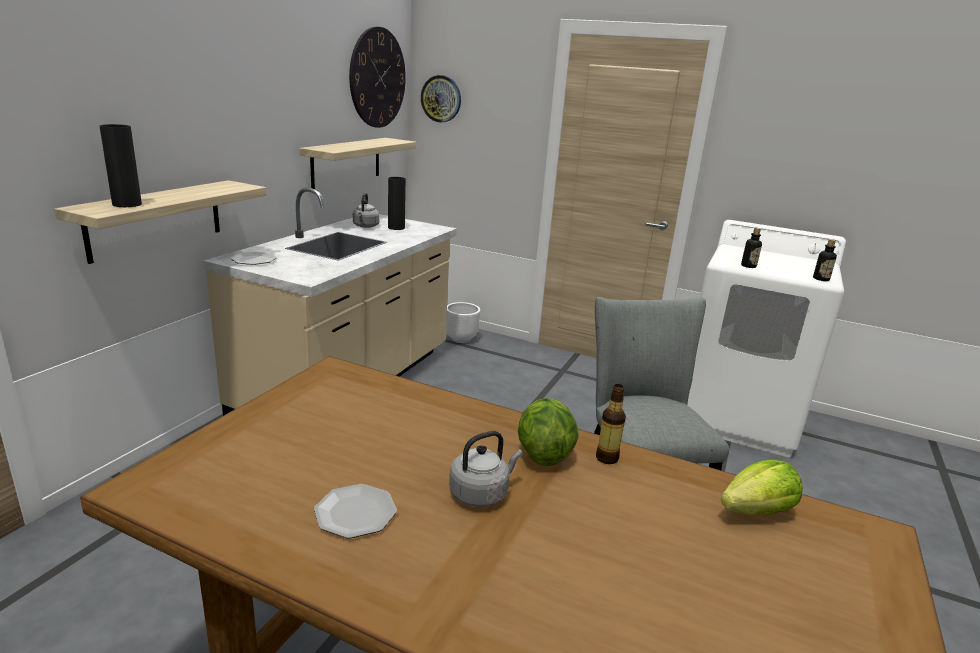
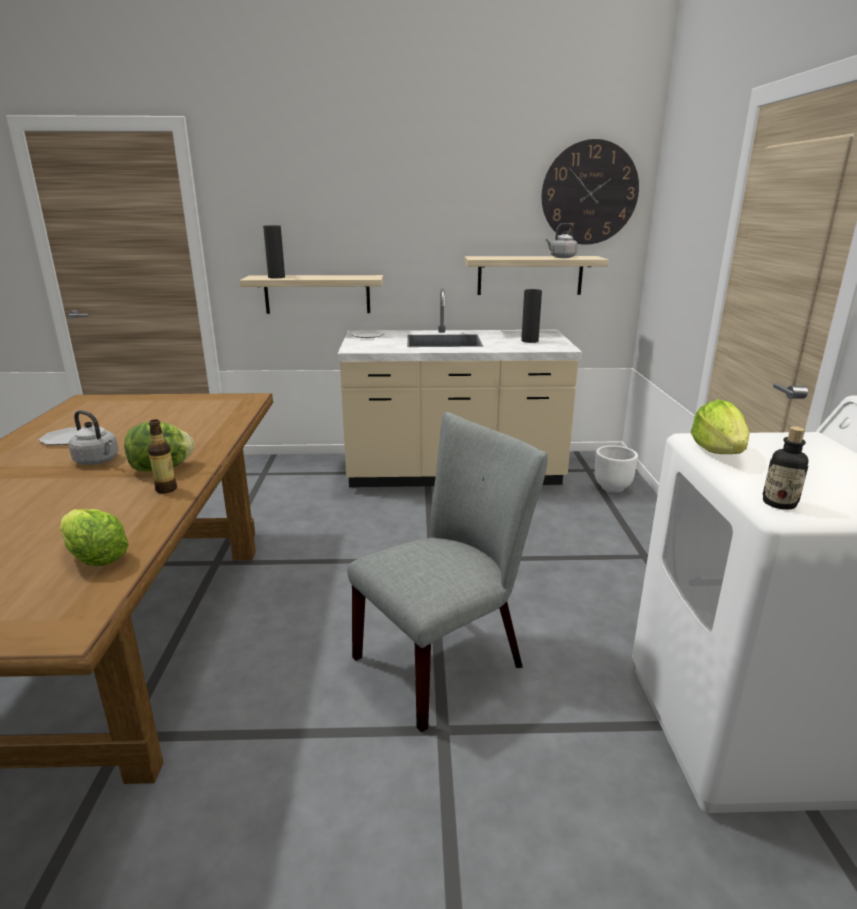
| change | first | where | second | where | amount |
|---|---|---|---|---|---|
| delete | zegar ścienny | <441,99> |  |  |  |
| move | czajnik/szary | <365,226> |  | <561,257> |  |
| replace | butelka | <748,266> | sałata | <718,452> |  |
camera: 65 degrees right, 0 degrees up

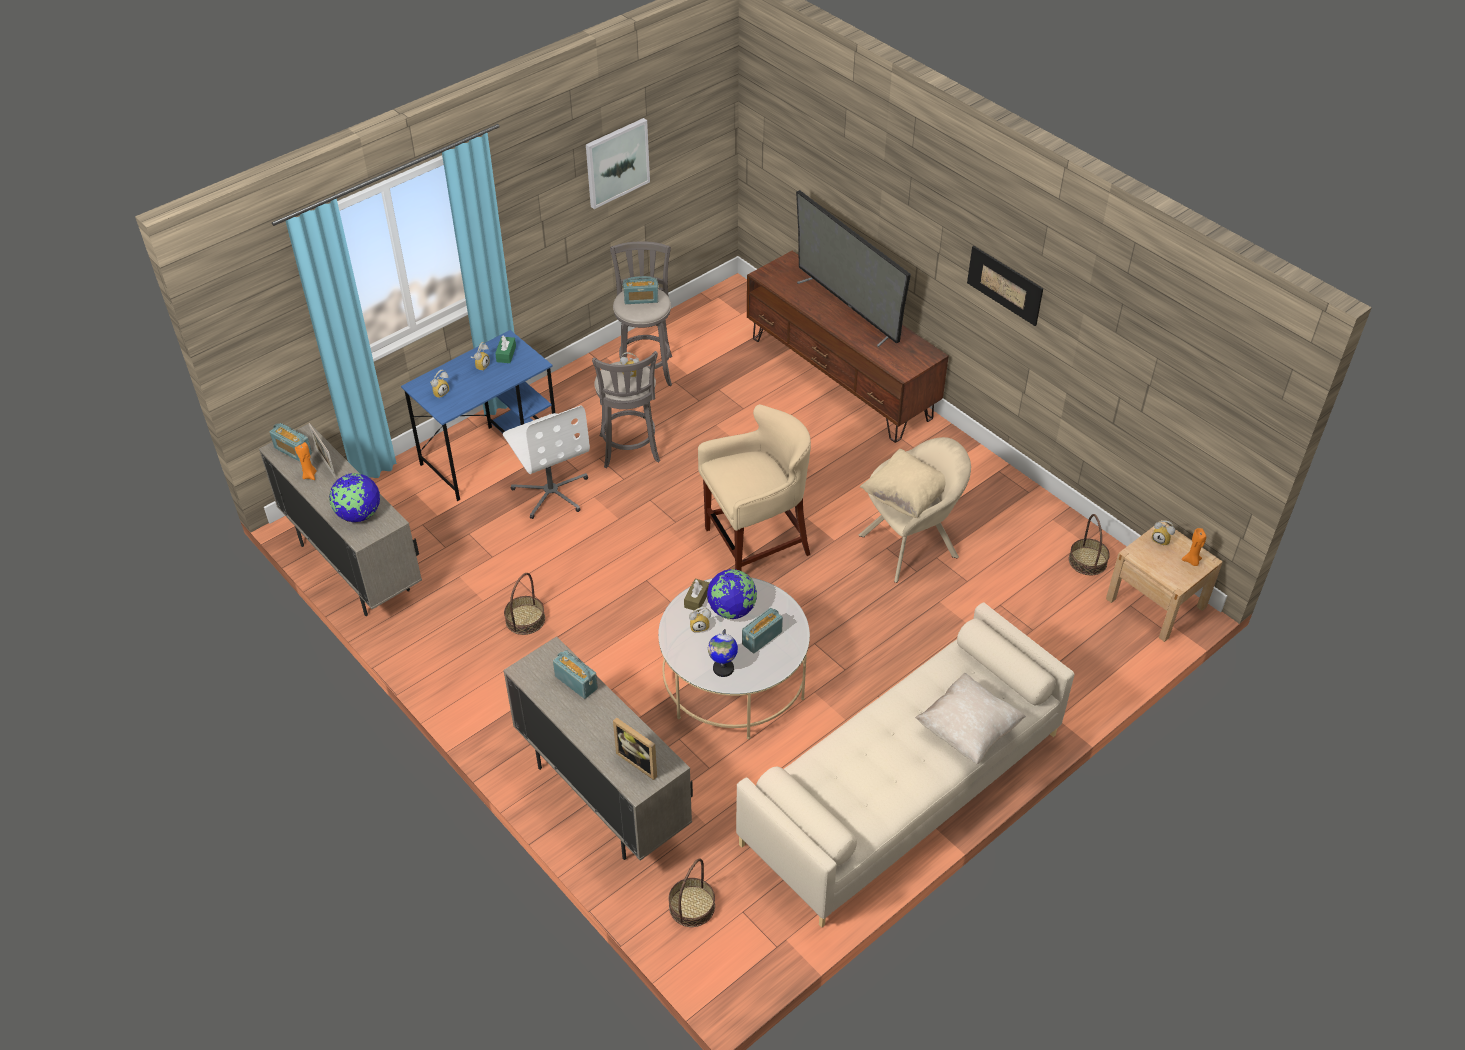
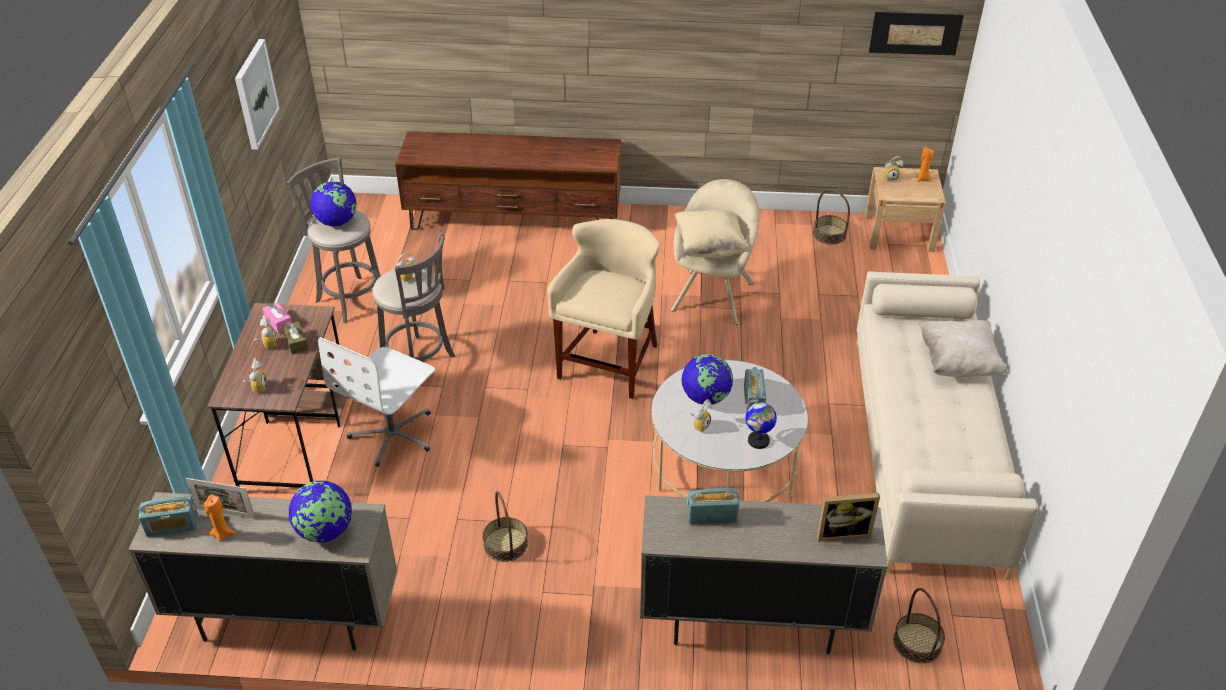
| change | first | where | second | where | amount |
|---|---|---|---|---|---|
| delete | telewizor | <847,308> |  |  |  |
| move | pudełko chusteczek/brązowy | <697,599> |  | <296,342> |  |
| move | obraz | <1004,285> |  | <915,33> |  |
| replace | radio | <641,299> | globus | <337,222> |  |
| recolor | biurko/niebieski | <491,453> | biurko/brązowy | <296,441> |  |
| recolor | pudełko chusteczek/zielony | <506,354> | pudełko chusteczek/różowy | <279,322> |  |
| rotate | krzesło biurowe/biały | <551,492> |  | <393,434> | 105 degrees clockwise |
camera: 45 degrees left, 5 degrees down

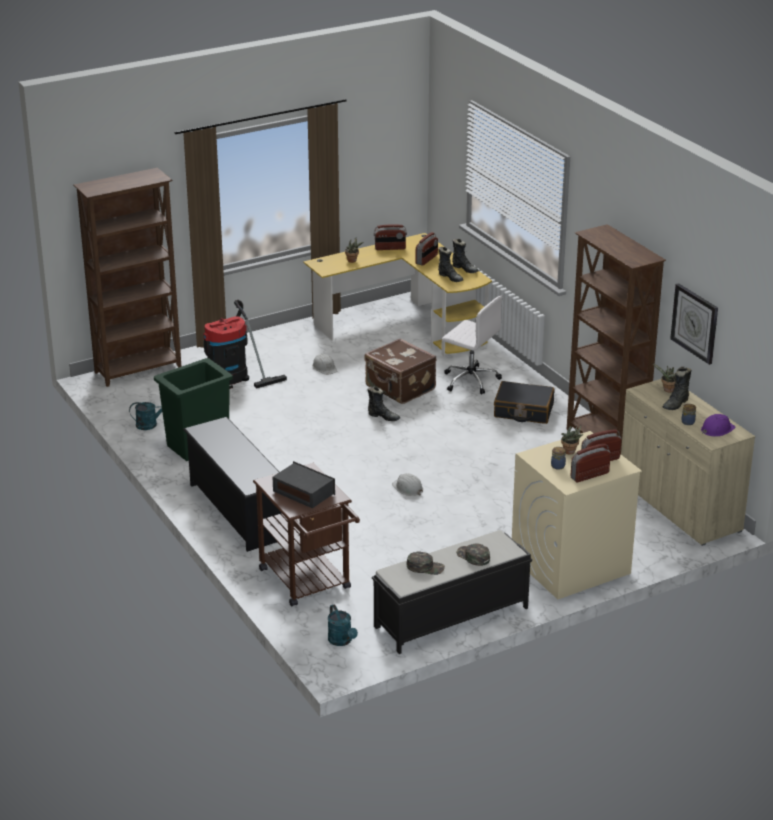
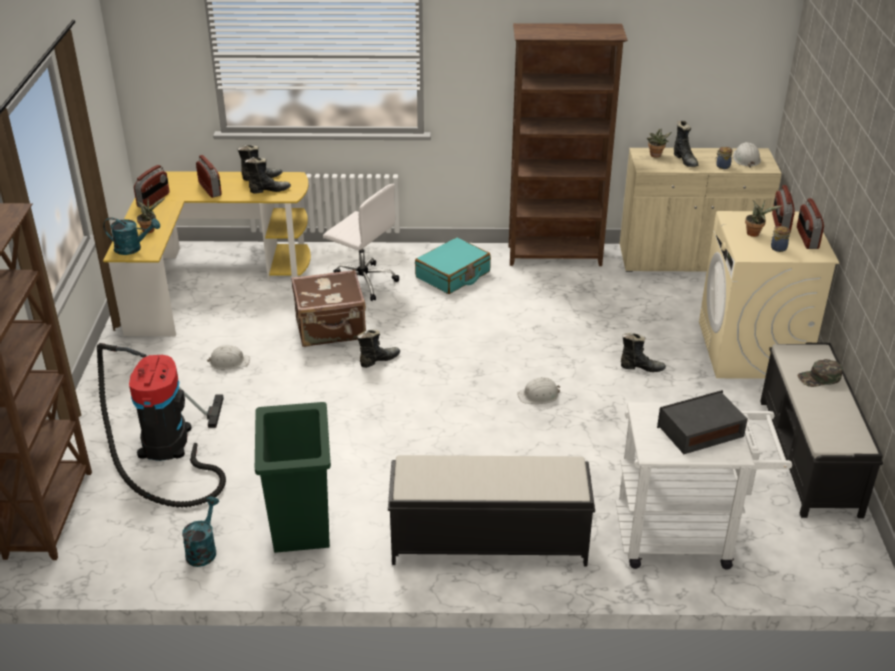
| change | first | where | second | where | amount |
|---|---|---|---|---|---|
| delete | czapka z daszkiem/zielony | <425,567> |  |  |  |
| delete | zegar ścienny | <695,323> |  |  |  |
| insert |  |  | but z cholewką/czarny | <641,367> |  |
| move | konewka/turkusowy | <342,641> |  | <133,248> |  |
| replace | regał na buty/czarny | <238,511> | ławka/czarny | <487,541> |  |
| recolor | wózek/brązowy | <309,583> | wózek/biały | <685,537> |  |
| recolor | walizka/czarny | <523,411> | walizka/turkusowy | <453,275> |  |
| recolor | kask/fioletowy | <717,429> | kask/biały | <746,159> |  |
| rotate | krzesło biurowe/biały | <470,380> |  | <362,282> | 60 degrees clockwise |
camera: 60 degrees left, 5 degrees up

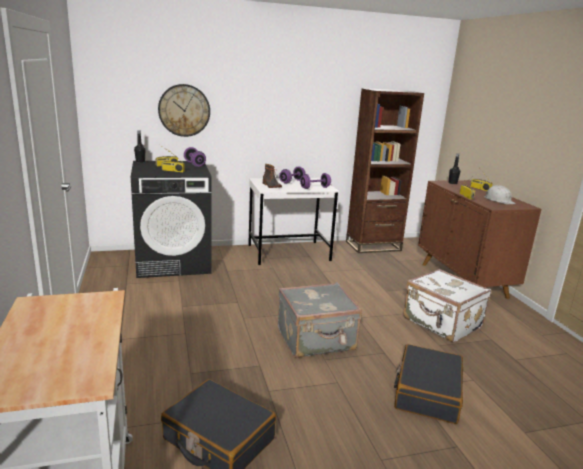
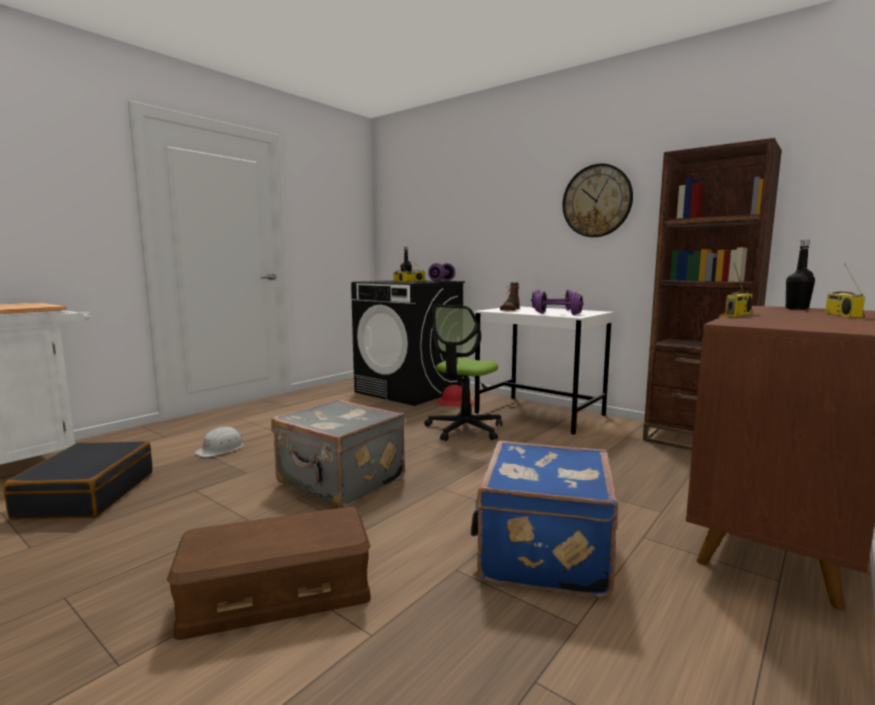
| change | first | where | second | where | amount |
|---|---|---|---|---|---|
| insert |  |  | krzesło biurowe | <464,429> |  |
| insert |  |  | kask/czerwony | <454,403> |  |
| move | zegar ścienny | <184,110> |  | <597,201> |  |
| move | kask/biały | <499,200> |  | <221,449> |  |
| replace | walizka/czarny | <427,392> | pojemnik do przechowywania/brązowy | <277,593> |  |
| recolor | walizka/biały | <441,323> | walizka/niebieski | <541,553> |  |
camera: 55 degrees right, 10 degrees down

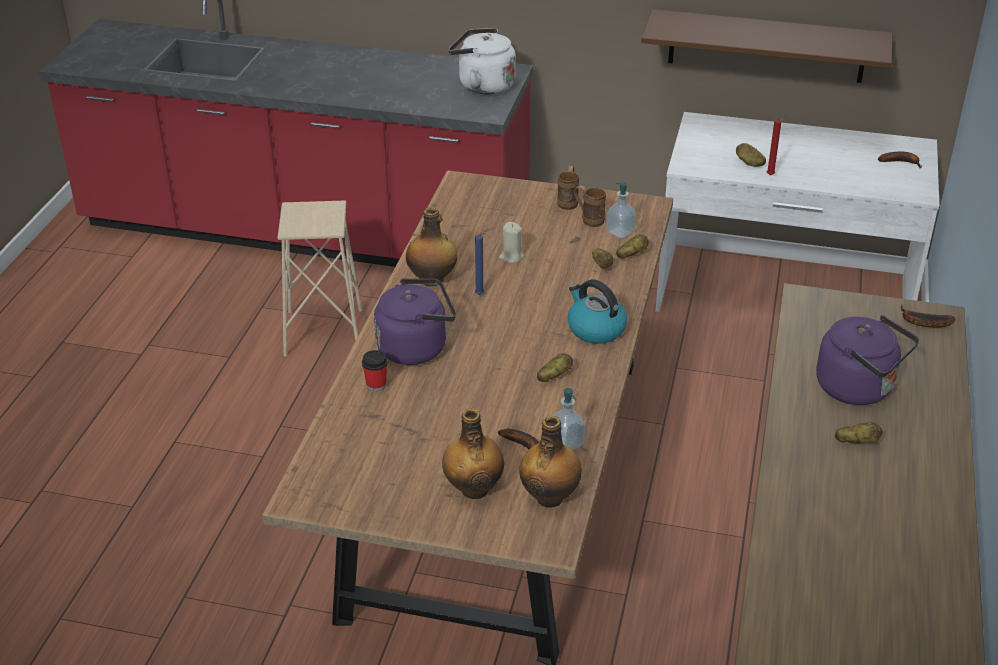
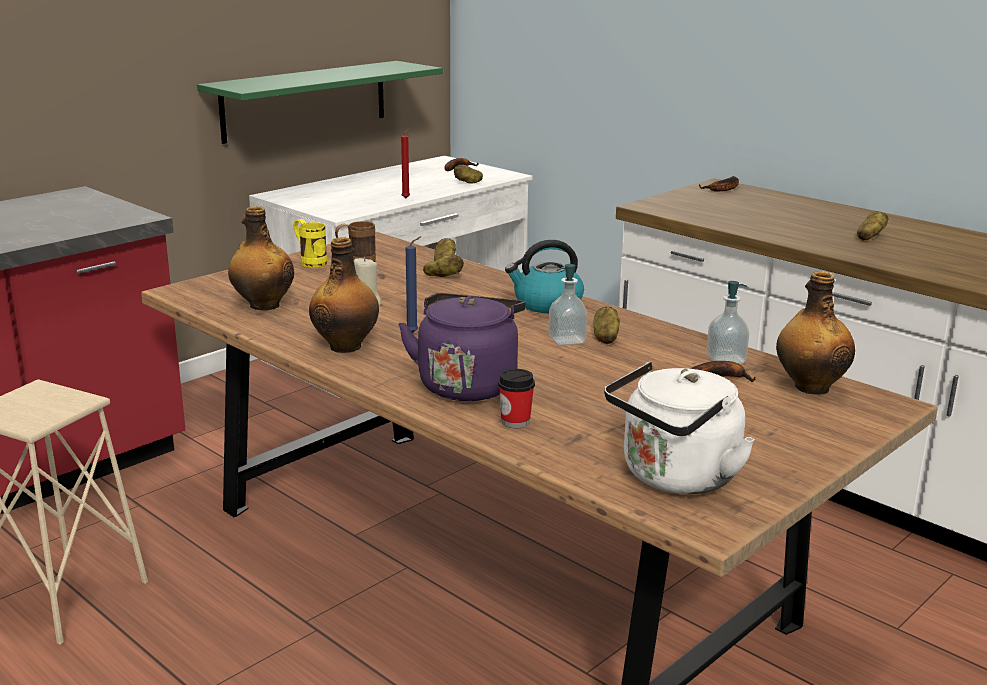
| change | first | where | second | where | amount |
|---|---|---|---|---|---|
| delete | czajnik/fioletowy | <859,389> |  |  |  |
| move | butelka | <474,488> |  | <263,305> |  |
| move | czajnik/biały | <482,85> |  | <675,478> |  |
| move | dozownik mydła | <620,232> |  | <567,340> |  |
| move | ziemniak | <749,163> |  | <468,182> |  |
| recolor | kubek/brązowy | <568,201> | kubek/żółty | <310,262> |  |
| recolor | półka/brązowy | <766,46> | półka/zielony | <305,100> |  |
camera: 60 degrees left, 15 degrees down

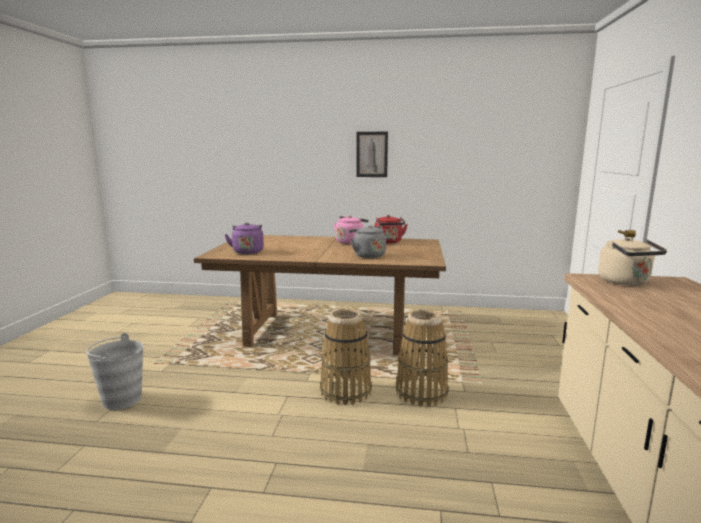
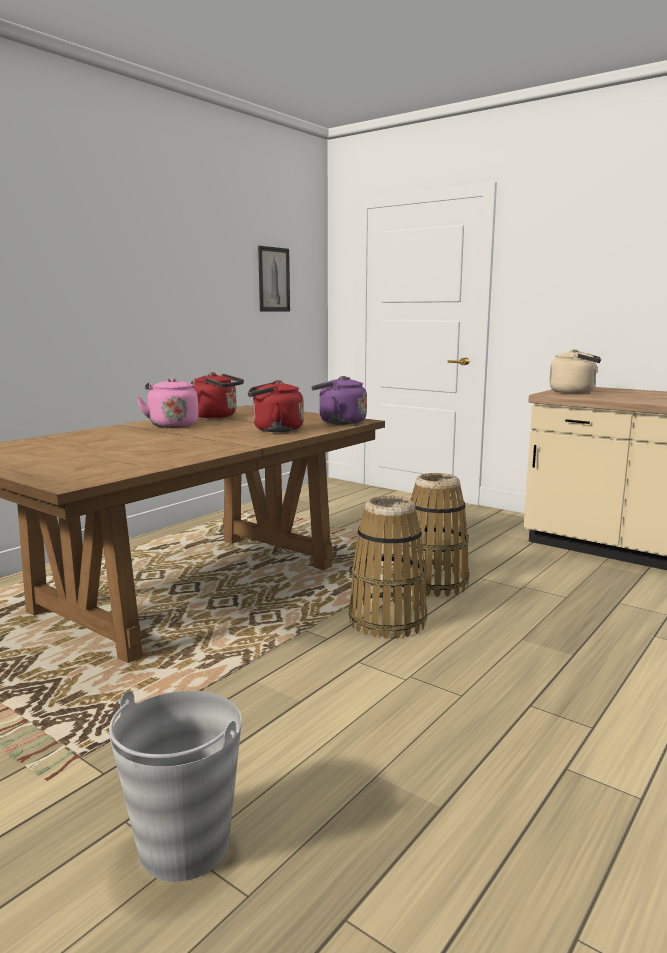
| change | first | where | second | where | amount |
|---|---|---|---|---|---|
| move | czajnik/fioletowy | <248,251> |  | <339,422> |  |
| move | obraz | <372,154> |  | <274,279> |  |
| recolor | czajnik/szary | <368,255> | czajnik/czerwony | <274,430> |  |
camera: 60 degrees left, 0 degrees up

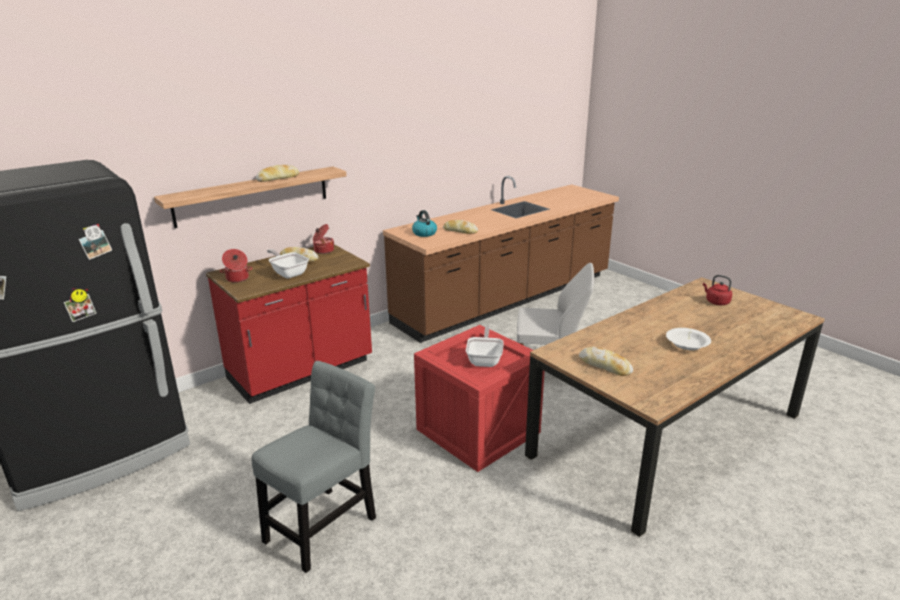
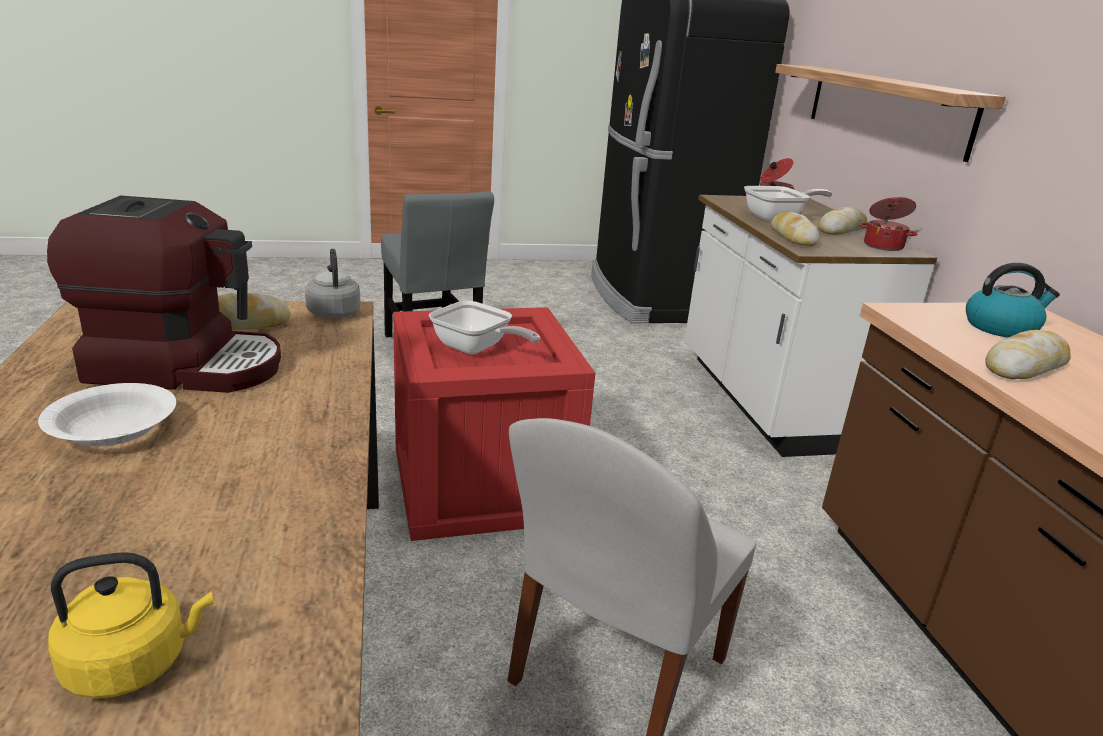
| change | first | where | second | where | amount |
|---|---|---|---|---|---|
| insert |  |  | ekspres do kawy | <186,366> |  |
| insert |  |  | czajnik/szary | <333,312> |  |
| move | chleb | <278,178> |  | <792,237> |  |
| recolor | zabudowa kuchenna/czerwony | <301,372> | zabudowa kuchenna/biały | <766,401> |  |
| recolor | czajnik/czerwony | <716,302> | czajnik/żółty | <133,664> |  |
camera: 115 degrees right, 0 degrees up

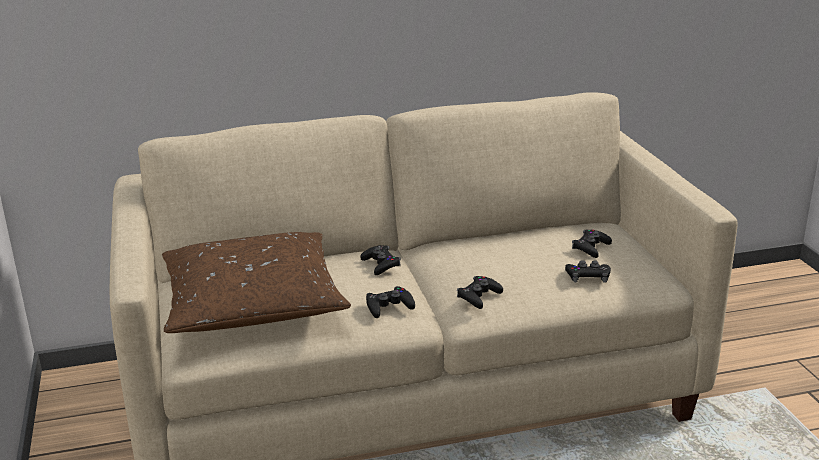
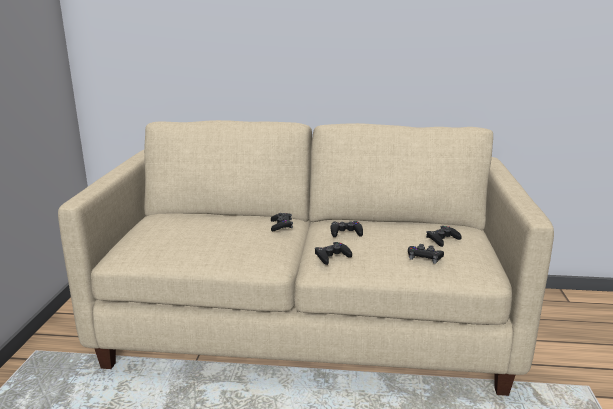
| change | first | where | second | where | amount |
|---|---|---|---|---|---|
| delete | poduszka/brązowy | <252,302> |  |  |  |
| move | pad do gier/czarny | <389,306> |  | <346,232> |  |
camera: 20 degrees right, 5 degrees down

